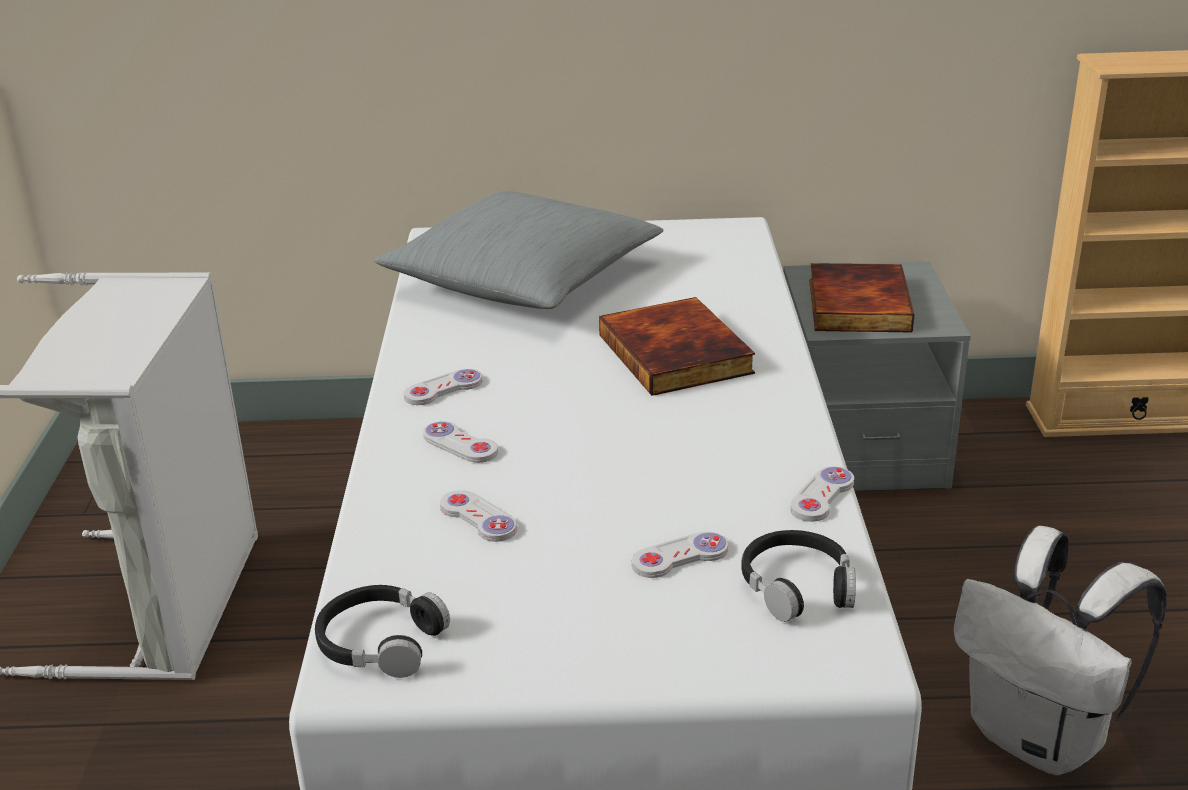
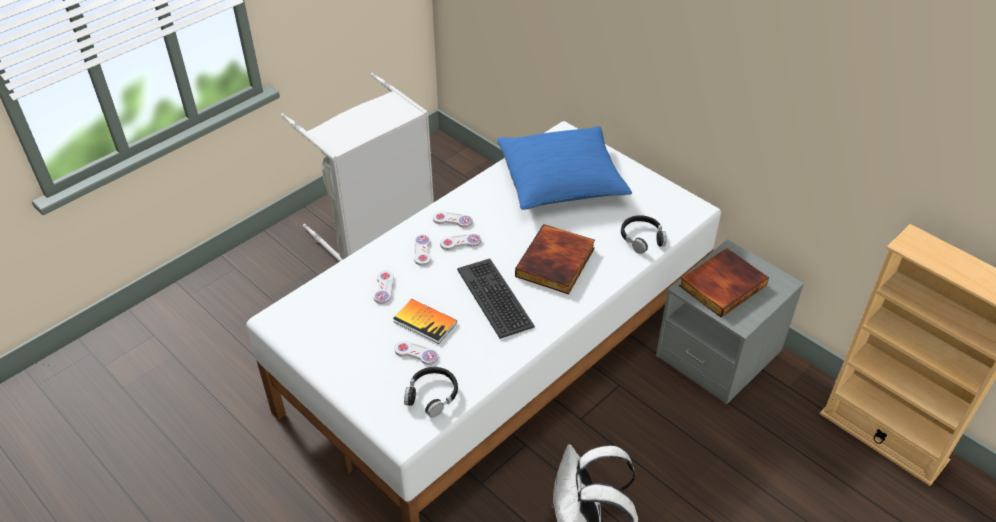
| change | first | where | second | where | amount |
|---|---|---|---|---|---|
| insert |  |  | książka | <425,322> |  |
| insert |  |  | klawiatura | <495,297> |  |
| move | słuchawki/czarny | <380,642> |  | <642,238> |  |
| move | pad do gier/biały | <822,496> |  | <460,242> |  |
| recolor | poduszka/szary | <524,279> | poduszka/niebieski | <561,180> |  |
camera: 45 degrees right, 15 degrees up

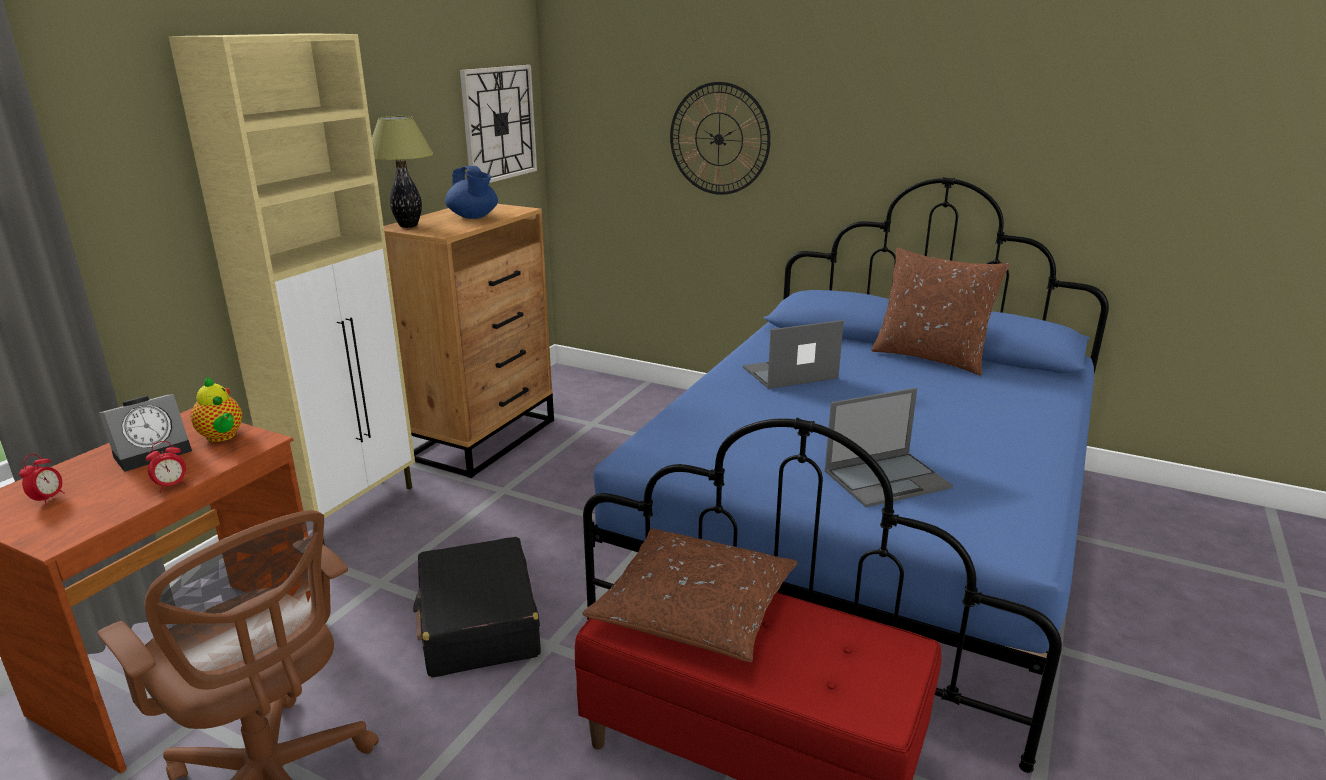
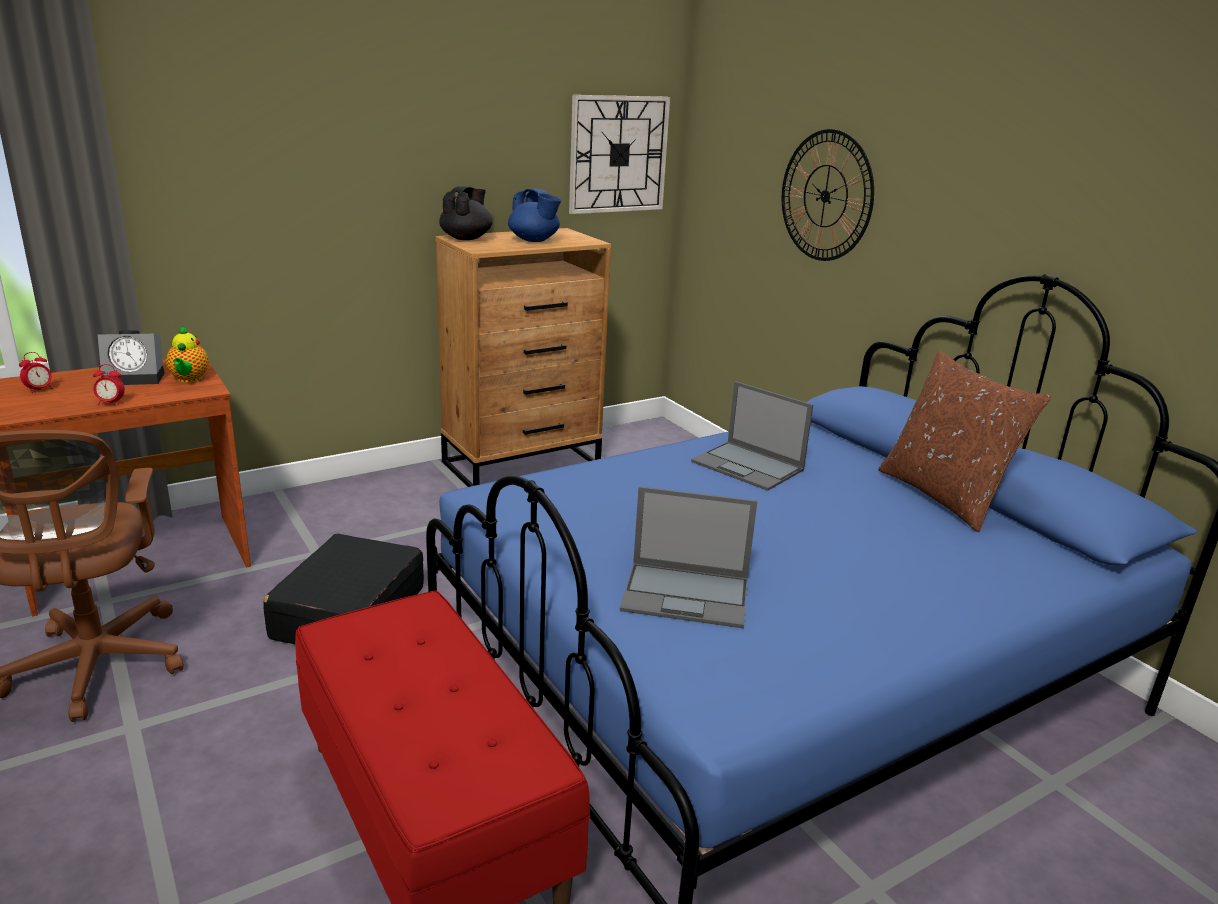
| change | first | where | second | where | amount |
|---|---|---|---|---|---|
| delete | szafka/beżowy | <352,508> |  |  |  |
| delete | poduszka/brązowy | <694,609> |  |  |  |
| replace | lampa stołowa | <409,226> | imbryk/czarny | <466,238> |  |
| rotate | imbryk/niebieski | <473,217> |  | <534,240> | 45 degrees counterclockwise |
| rotate | laptop | <789,373> |  | <748,466> | 150 degrees counterclockwise |
camera: 30 degrees right, 0 degrees up

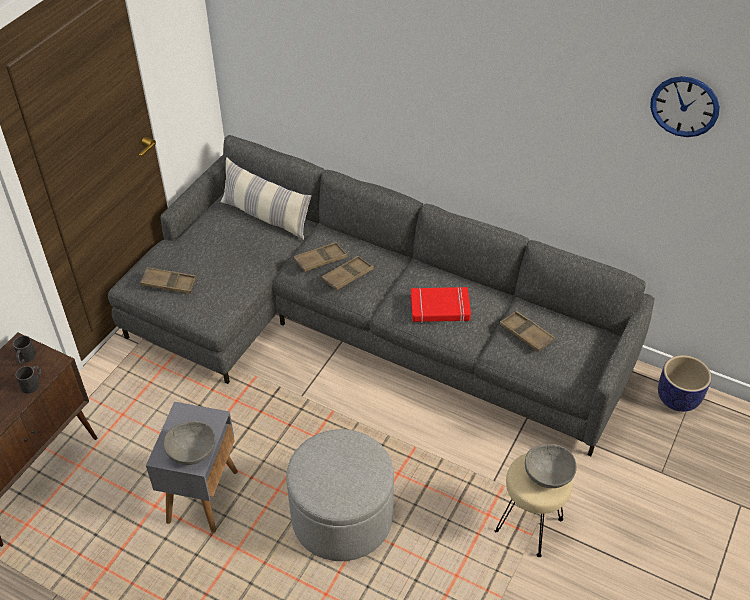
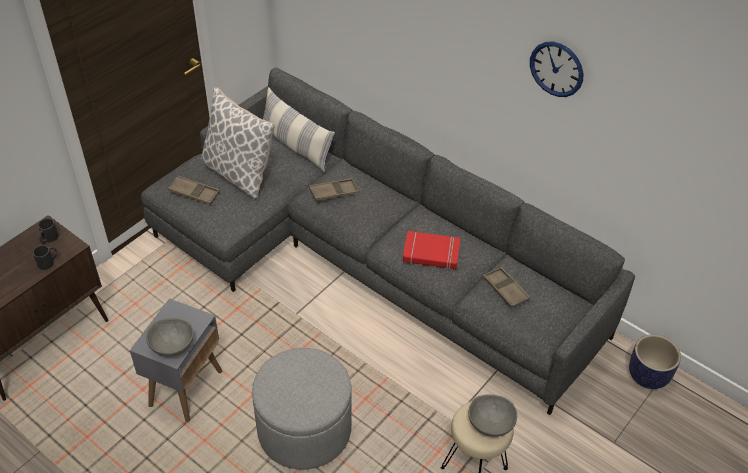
| change | first | where | second | where | amount |
|---|---|---|---|---|---|
| delete | taca/brązowy | <347,276> |  |  |  |
| insert |  |  | poduszka | <238,172> |  |
| move | zegar ścienny | <684,106> |  | <556,69> |  |
camera: 10 degrees right, 0 degrees up

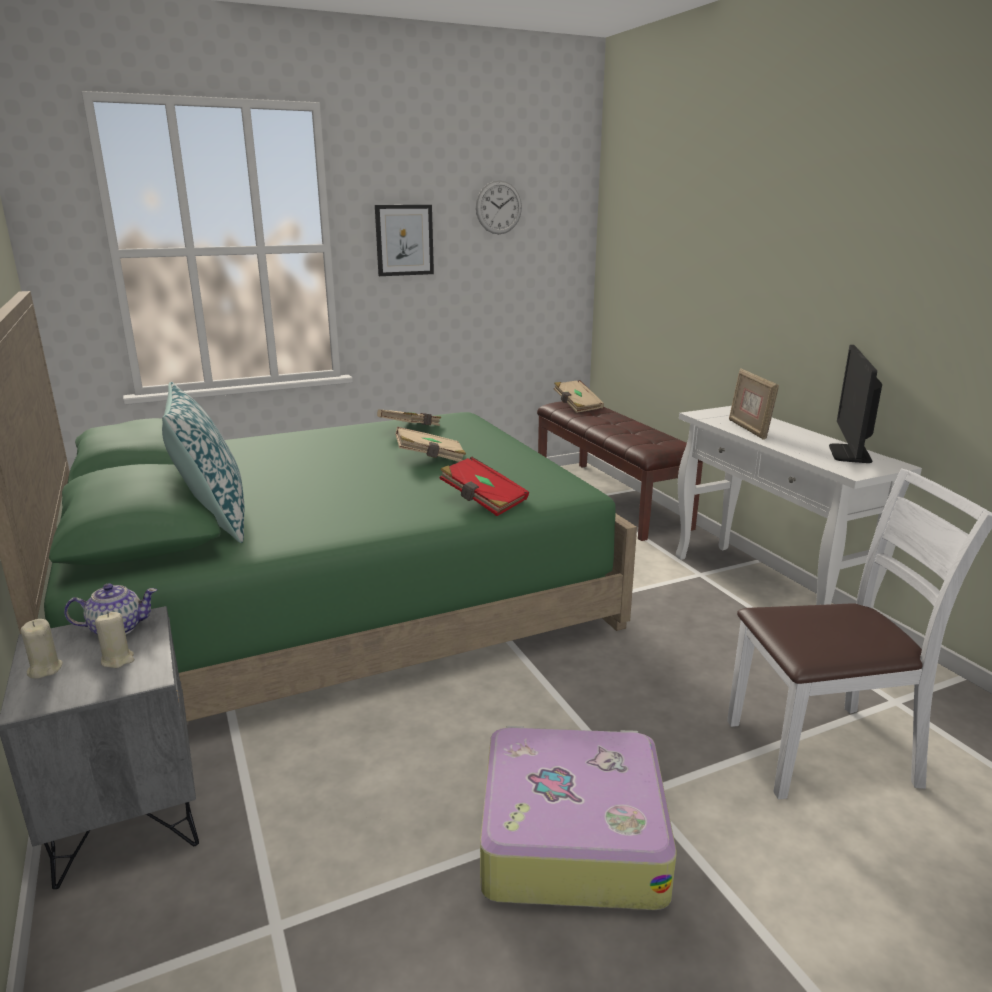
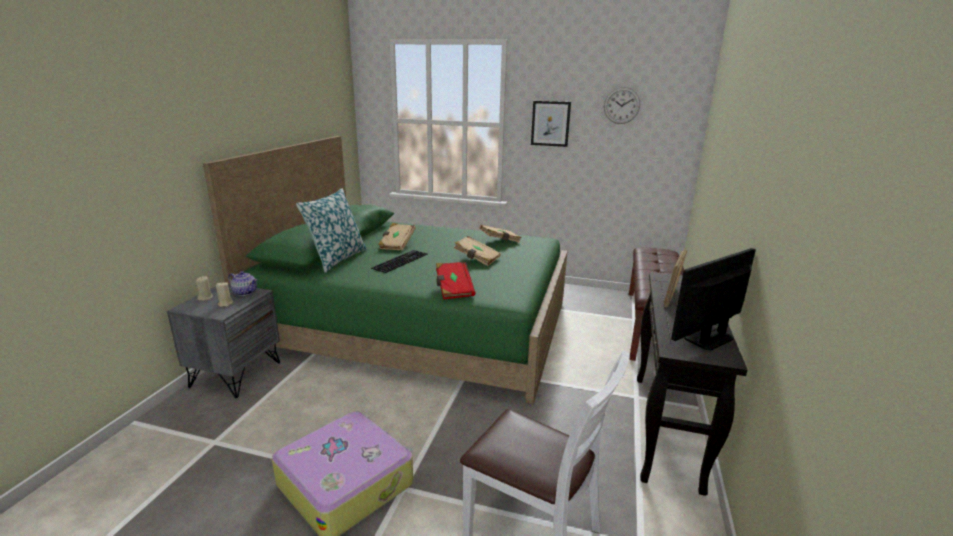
| change | first | where | second | where | amount |
|---|---|---|---|---|---|
| insert |  |  | klawiatura | <400,260> |  |
| move | książka/beżowy | <577,406> |  | <397,244> |  |
| recolor | stolik konsolowy/biały | <766,592> | stolik konsolowy/czarny | <666,429> |  |
camera: 40 degrees right, 0 degrees up

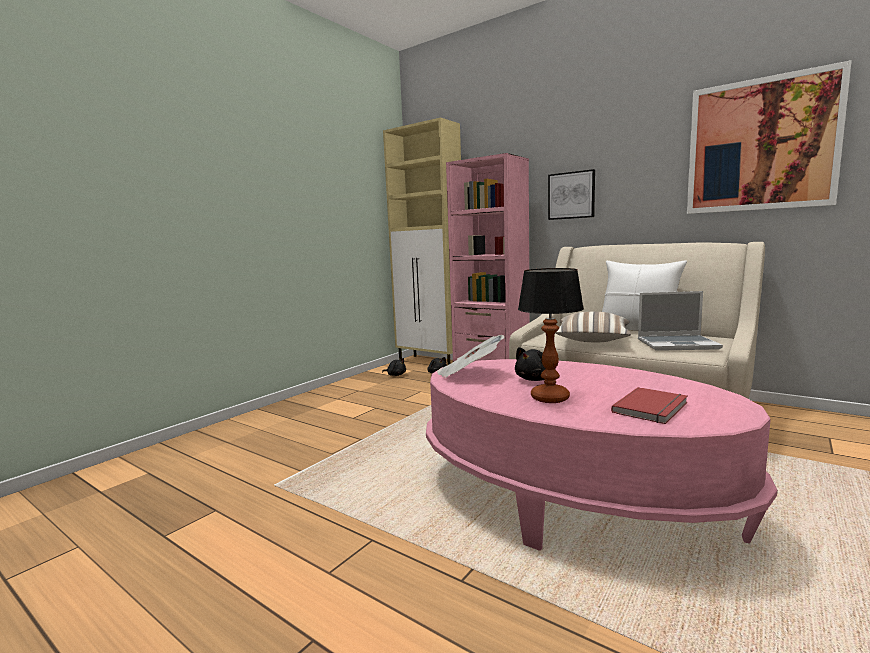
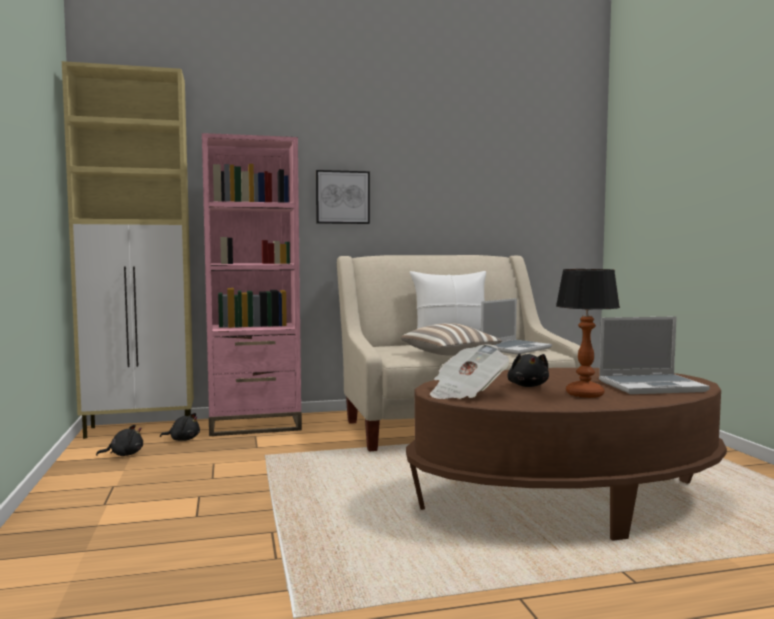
| change | first | where | second | where | amount |
|---|---|---|---|---|---|
| delete | obraz | <761,145> |  |  |  |
| replace | książka/czerwony | <652,408> | laptop | <652,386> |  |
| recolor | ława/różowy | <571,498> | ława/brązowy | <565,500> |  |
camera: 50 degrees left, 5 degrees down

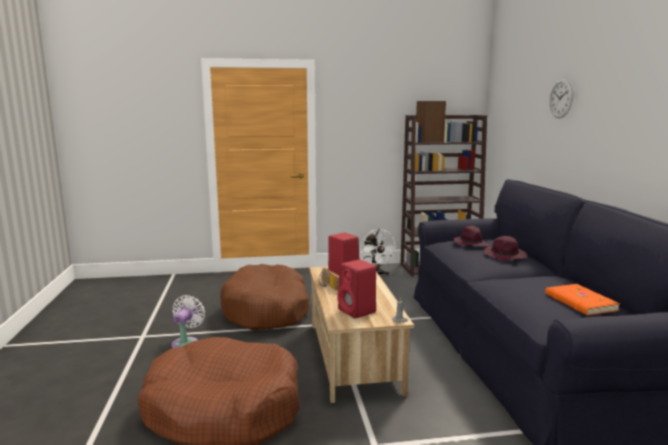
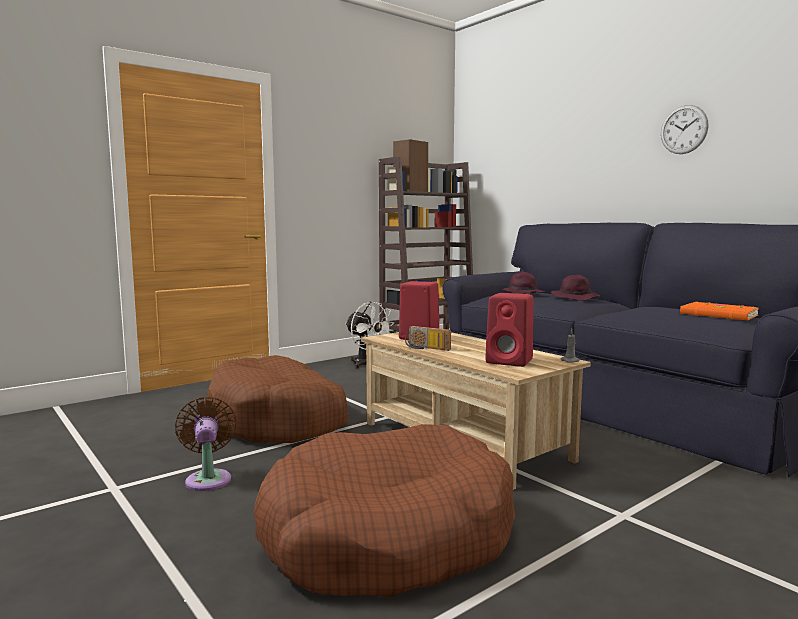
| change | first | where | second | where | amount |
|---|---|---|---|---|---|
| move | zegar ścienny | <561,98> |  | <684,129> |  |
| recolor | wentylator/biały | <186,342> | wentylator/brązowy | <208,478> |  |
camera: 30 degrees left, 5 degrees down

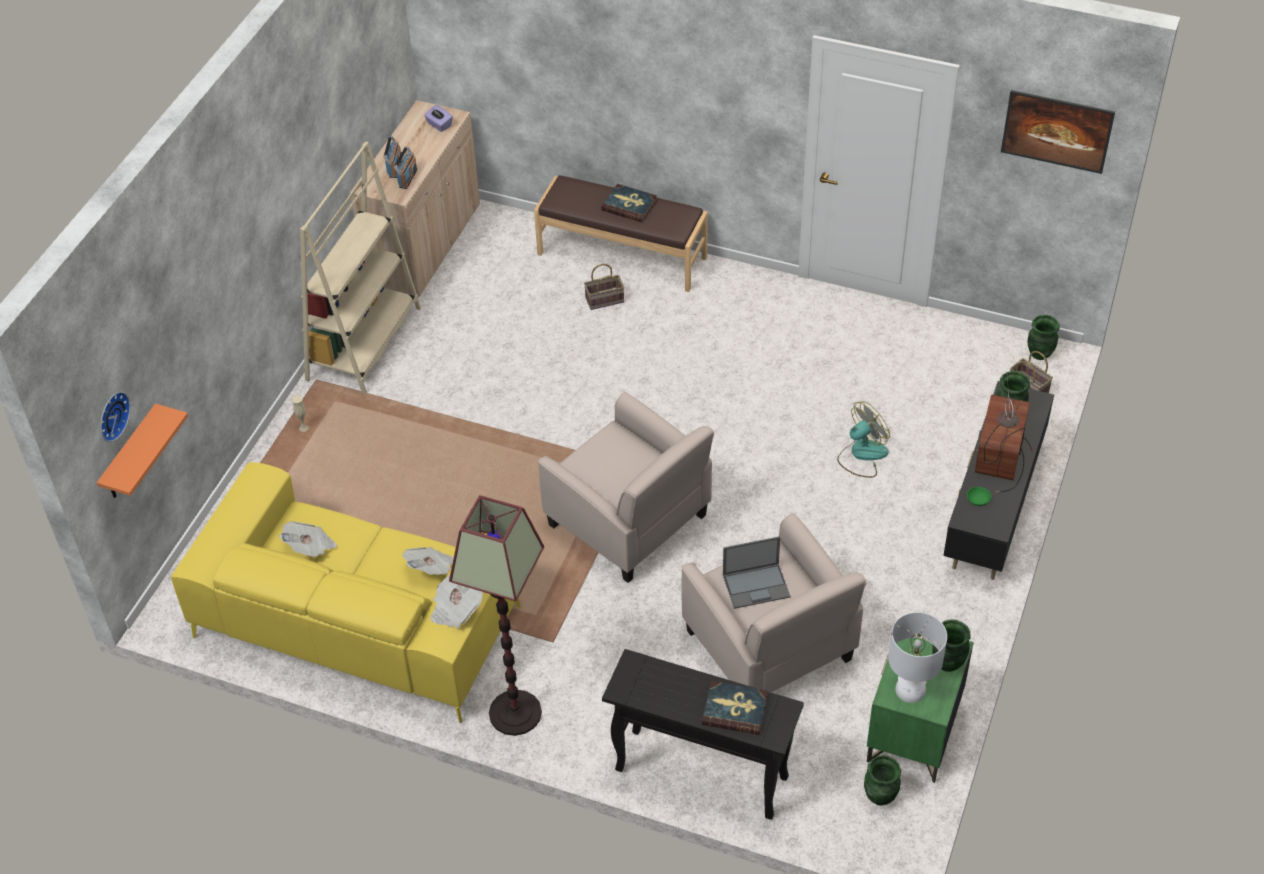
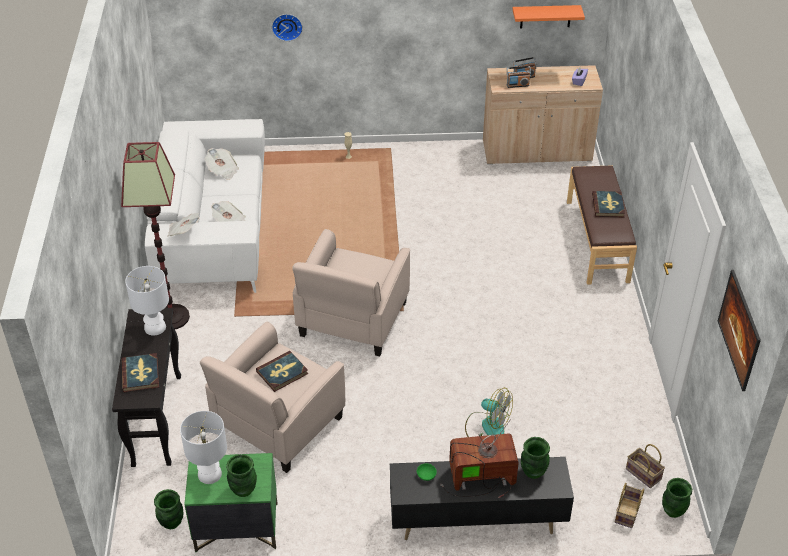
| change | first | where | second | where | amount |
|---|---|---|---|---|---|
| delete | regał/beżowy | <364,343> |  |  |  |
| insert |  |  | lampa stołowa/biały | <154,327> |  |
| move | półka/pomarańczowy | <130,455> |  | <545,16> |  |
| move | zegar ścienny | <111,415> |  | <287,26> |  |
| move | koszyk | <604,301> |  | <642,474> |  |
| replace | laptop | <757,585> | książka | <282,373> |  |
| recolor | kanapa/żółty | <358,620> | kanapa/biały | <213,229> |  |
camera: 65 degrees right, 5 degrees down

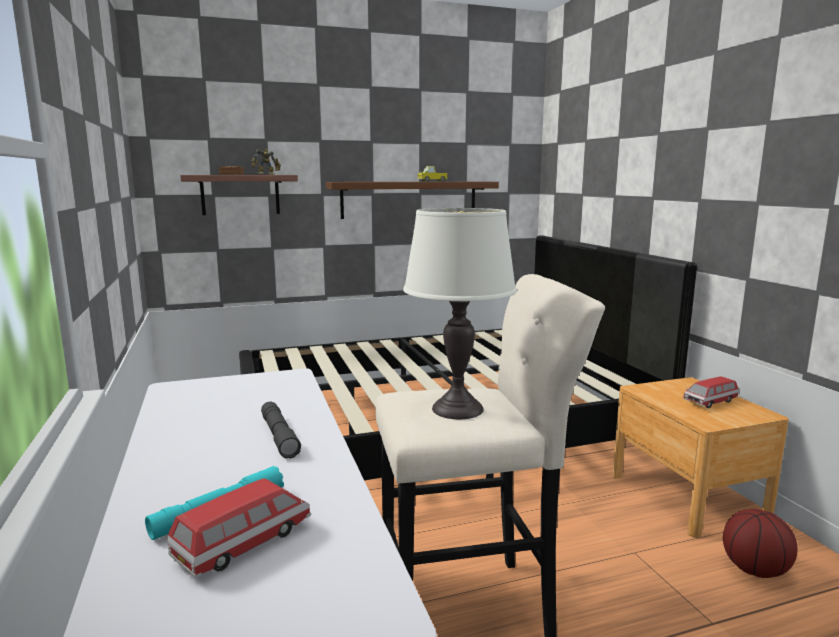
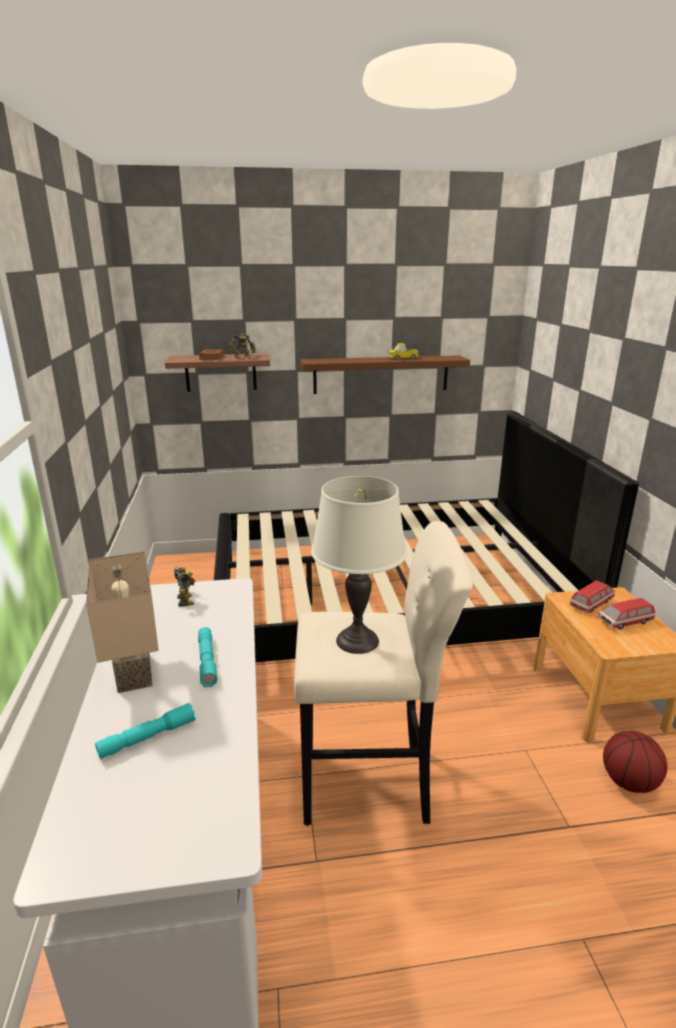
| change | first | where | second | where | amount |
|---|---|---|---|---|---|
| insert |  |  | lampa stołowa/beżowy | <131,673> |  |
| insert |  |  | robot zabawkowy | <187,600> |  |
| move | samochodzik | <244,543> |  | <591,604> |  |
| recolor | latarka/szary | <279,436> | latarka/turkusowy | <207,661> |  |
camera: 10 degrees right, 10 degrees up

